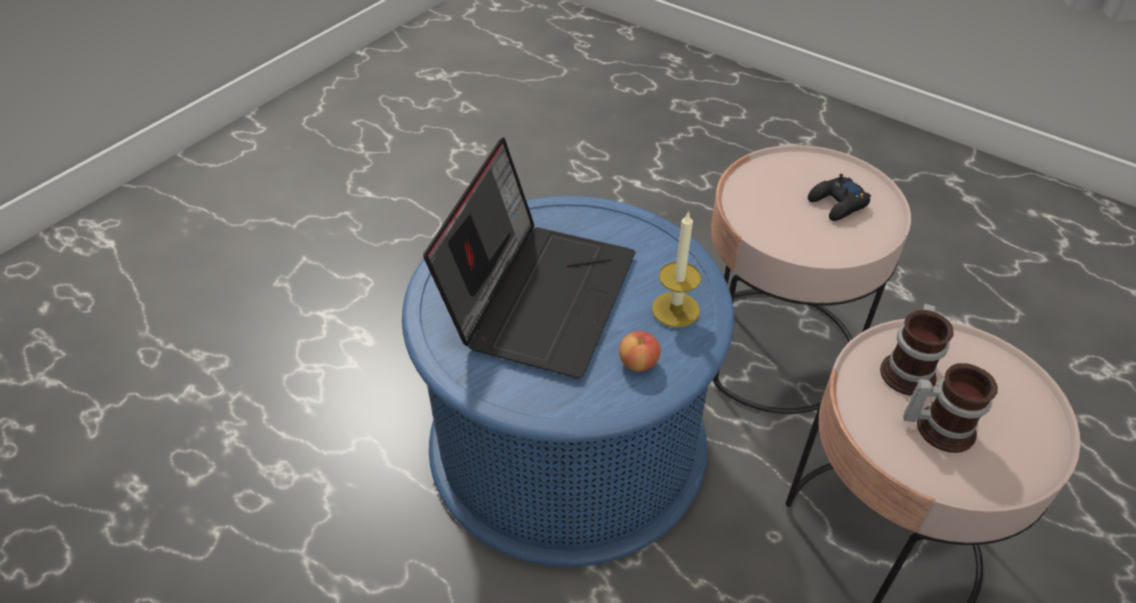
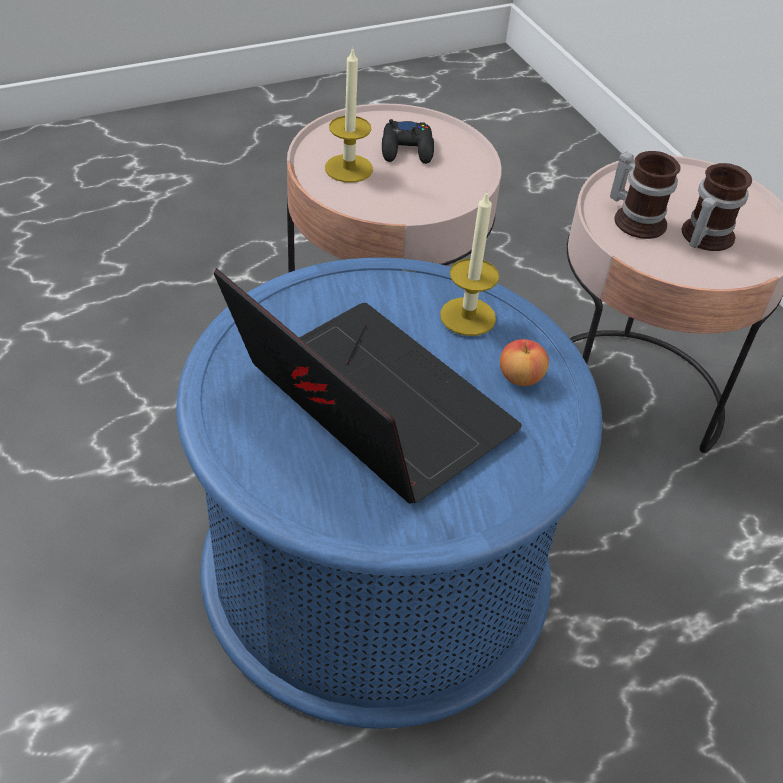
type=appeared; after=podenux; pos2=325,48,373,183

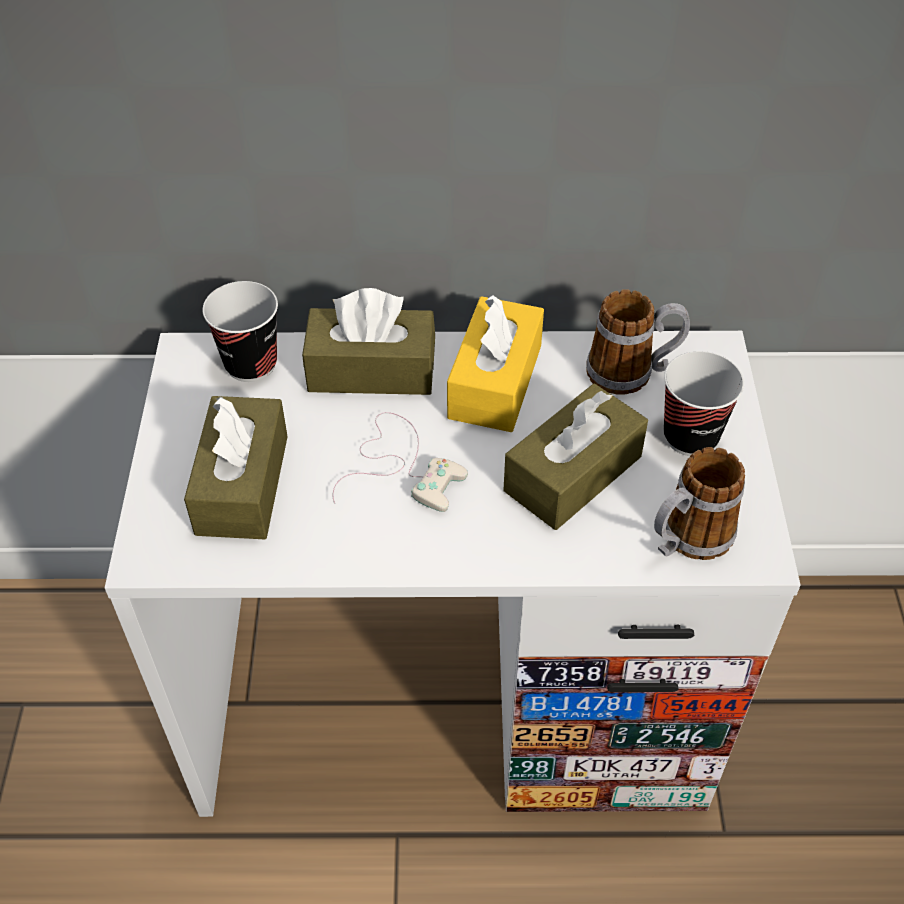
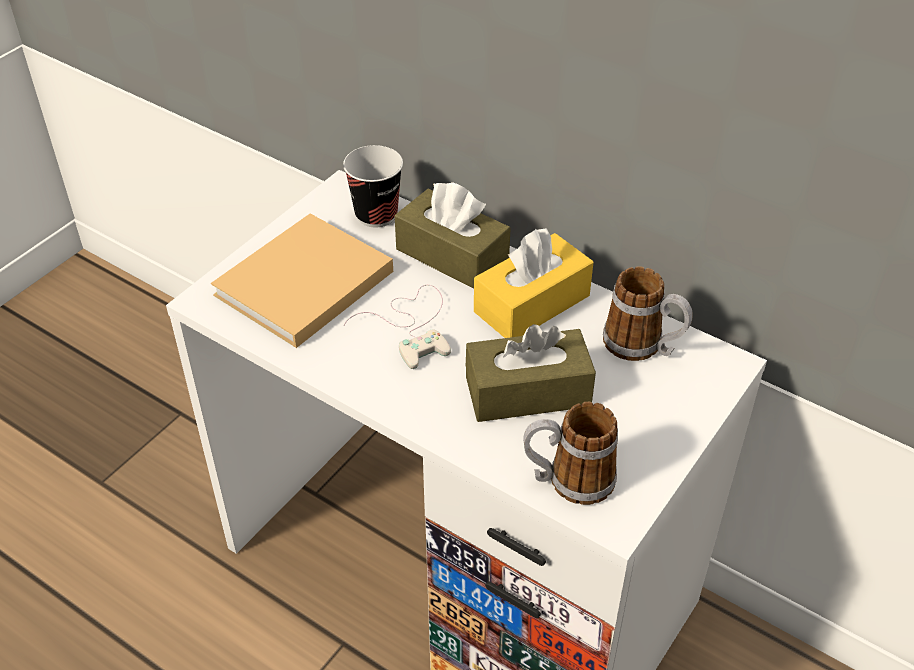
type=missing; before=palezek; pos1=664,351,744,456
type=exchanged; before=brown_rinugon; after=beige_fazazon; pos1=184,396,288,539; pos2=211,213,393,348

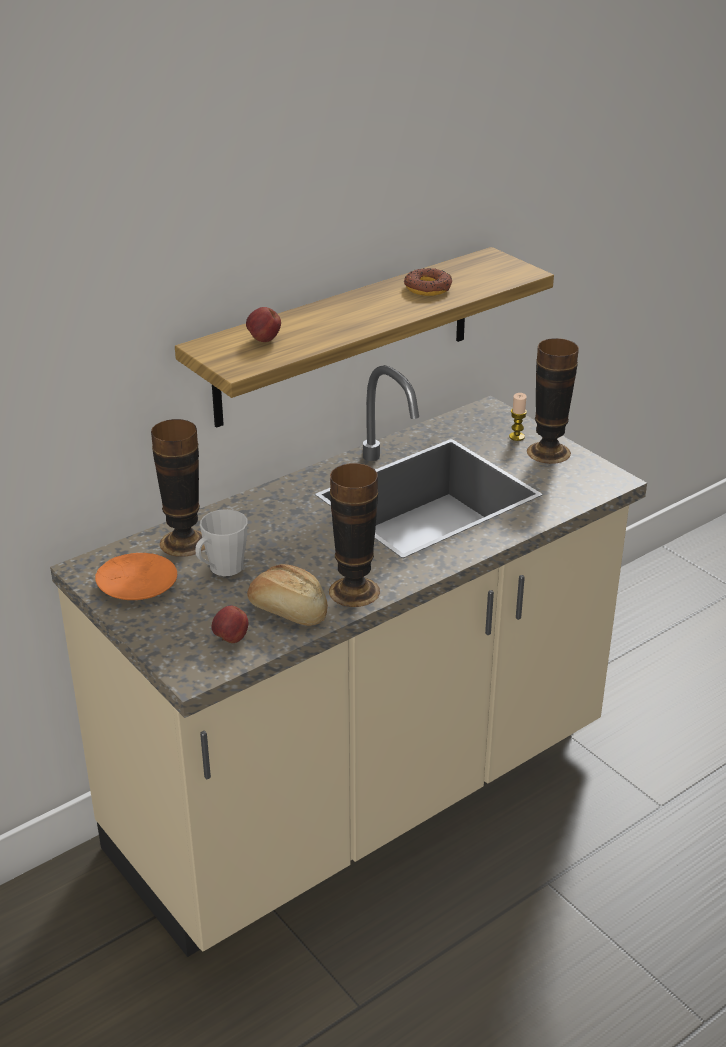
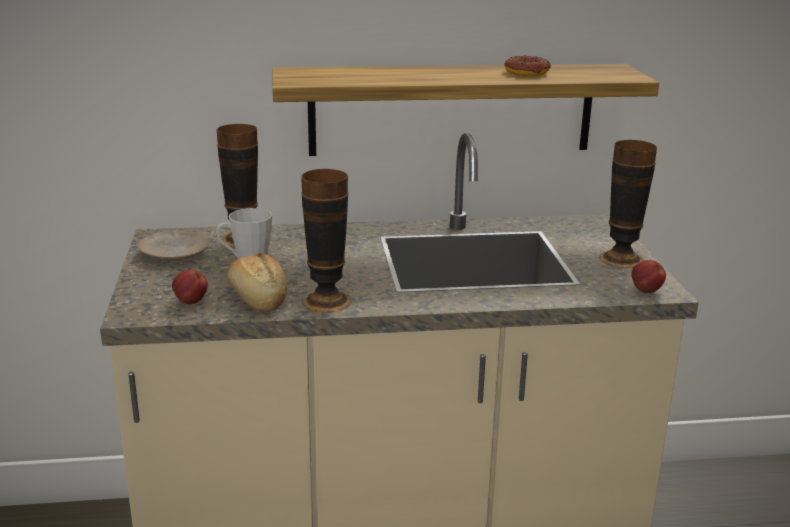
type=missing; before=podenux; pos1=509,393,527,441
type=relocated; before=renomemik; pos1=246,307,281,342; pos2=631,260,666,293
type=colour; before=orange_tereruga; after=beige_tereruga; pos1=95,553,177,600; pos2=138,230,209,261

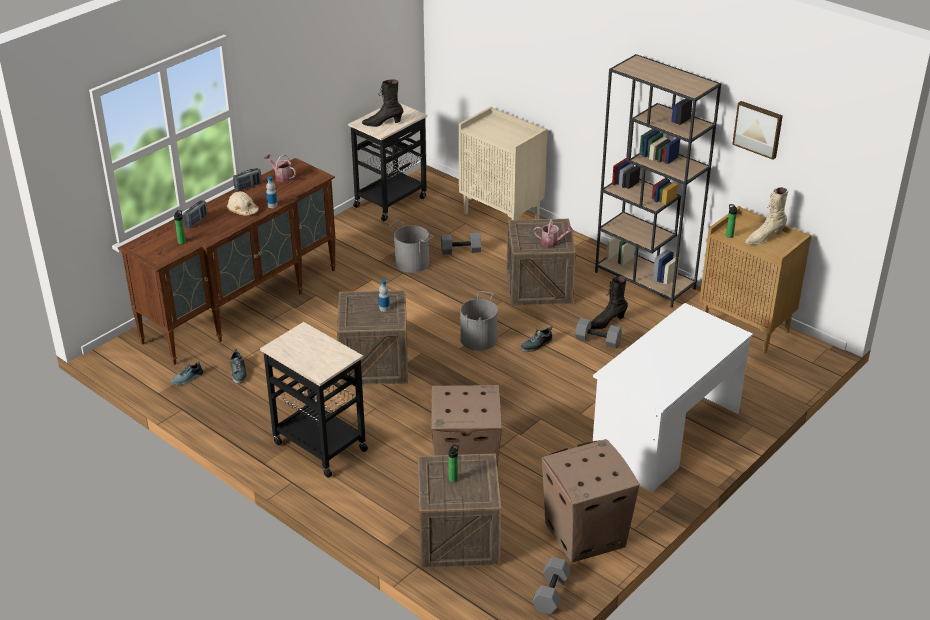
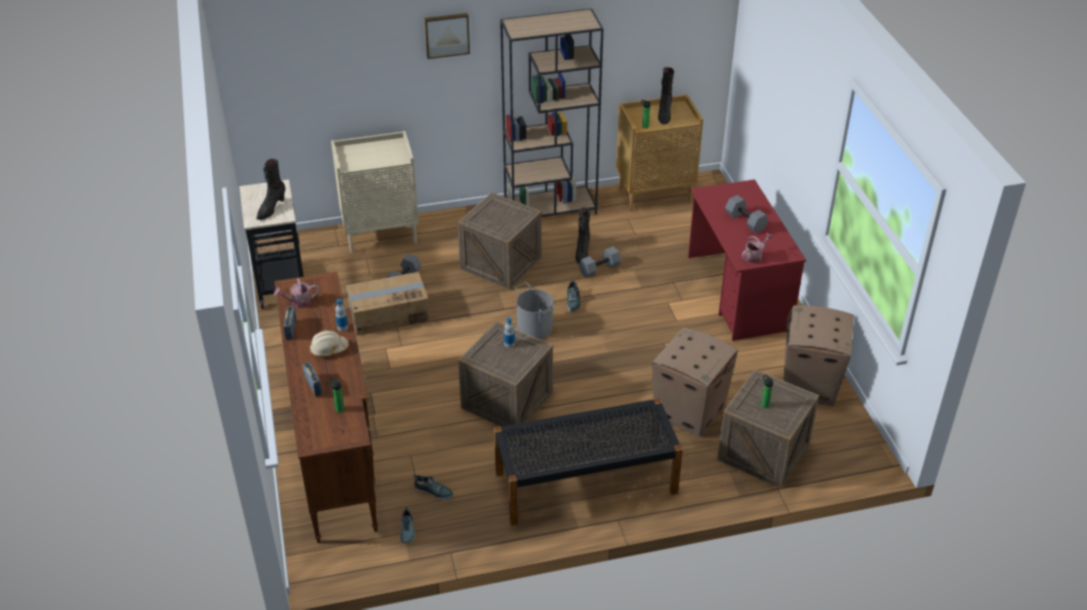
type=relocated; before=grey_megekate; pos1=532,557,571,614; pos2=725,195,769,233
type=relocated; before=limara; pos1=534,219,574,247; pos2=742,233,773,264
type=relocated; before=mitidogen; pos1=732,101,783,160; pos2=424,13,470,59
type=exchanged; before=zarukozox; after=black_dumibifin; pos1=260,322,368,478; pos2=494,398,683,526
type=exchanged; before=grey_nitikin; after=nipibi; pos1=389,221,434,273; pos2=346,272,429,336
type=colour; before=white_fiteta; after=red_fiteta; pos1=593,303,753,492; pos2=688,179,806,341
type=colour; before=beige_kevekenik; after=black_kevekenik; pos1=745,187,788,245; pos2=658,67,674,124

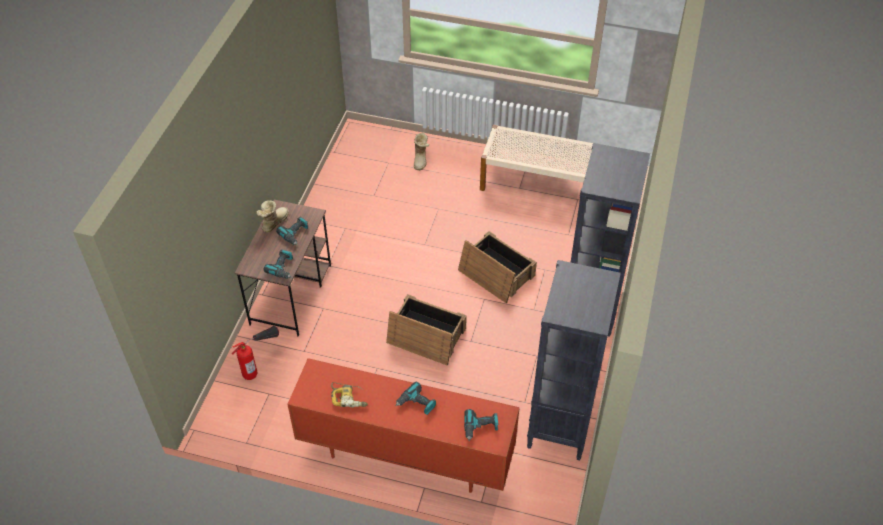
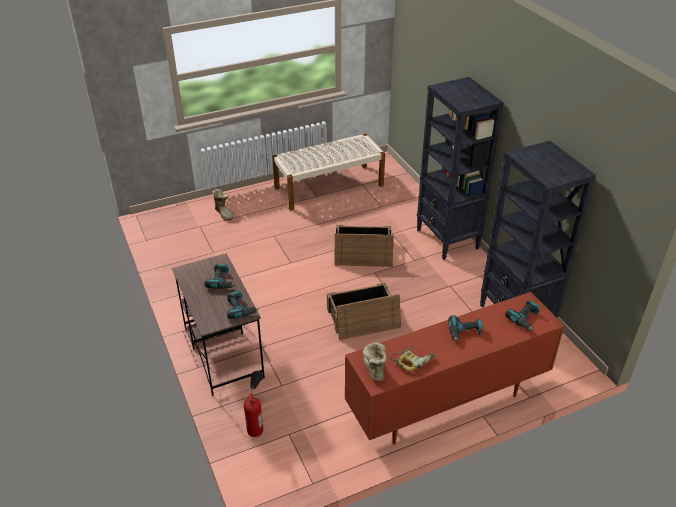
type=relocated; before=kevekenik; pos1=256,200,289,232; pos2=363,342,386,381

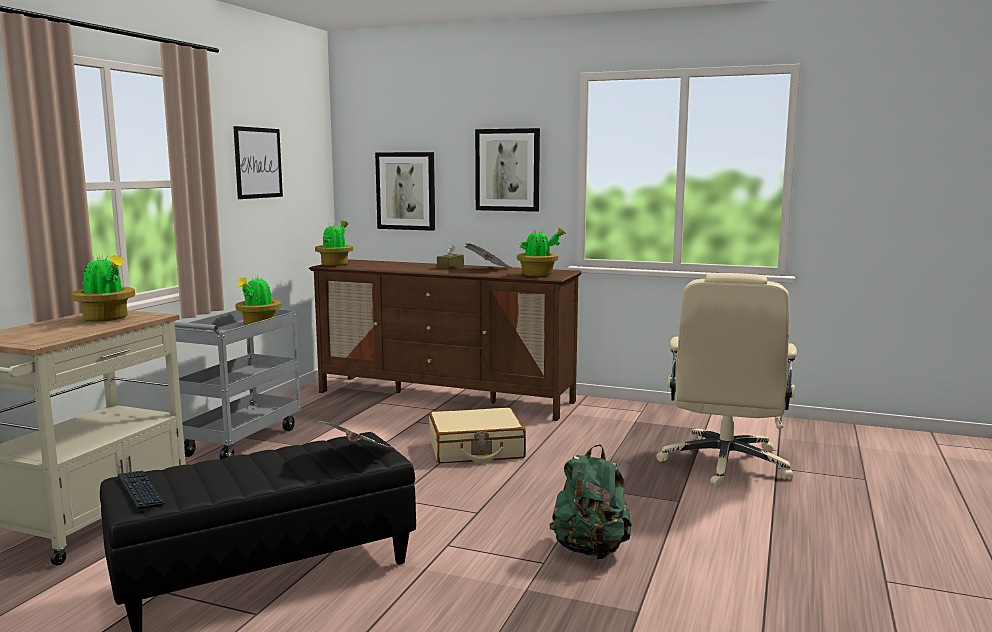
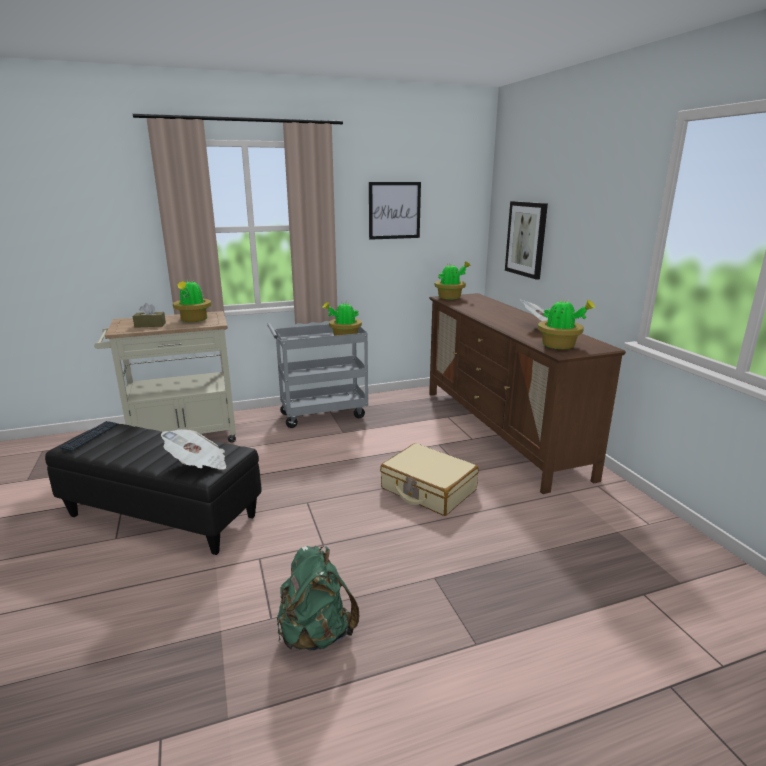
type=missing; before=mitidogen; pos1=475,128,540,212
type=missing; before=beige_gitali; pos1=656,273,797,487
type=relocated; before=brown_rinugon; pos1=437,244,464,269; pos2=133,303,166,328

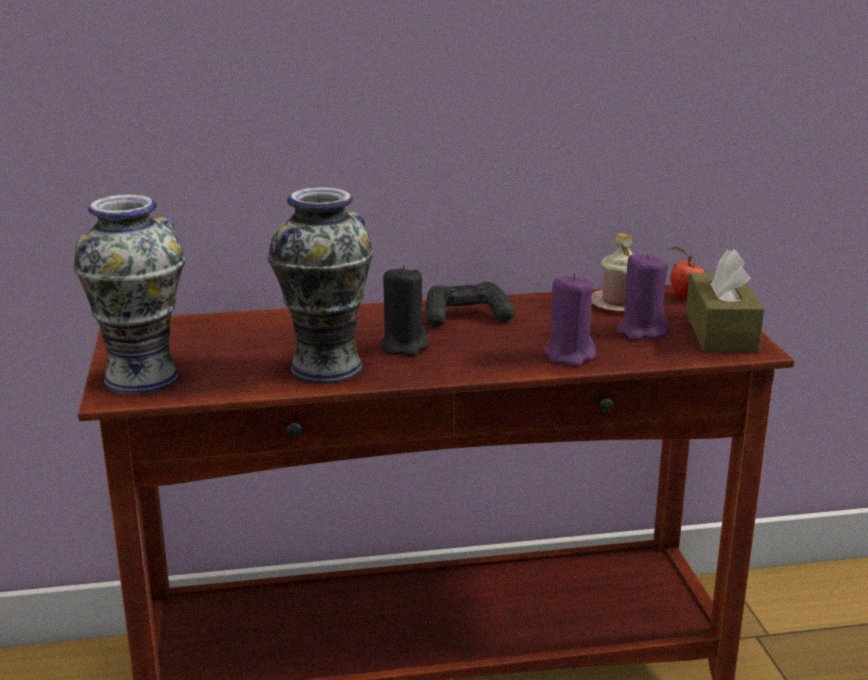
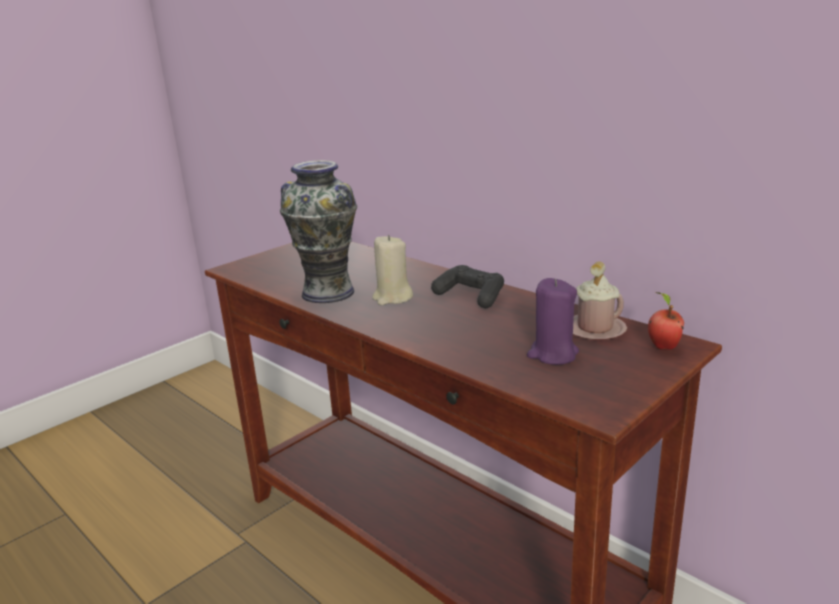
type=missing; before=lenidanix; pos1=73,195,186,395
type=missing; before=purple_podenux; pos1=545,273,596,367
type=missing; before=brown_rinugon; pos1=686,249,764,352
type=colour; before=black_podenux; after=beige_podenux; pos1=380,265,429,356; pos2=372,234,413,305

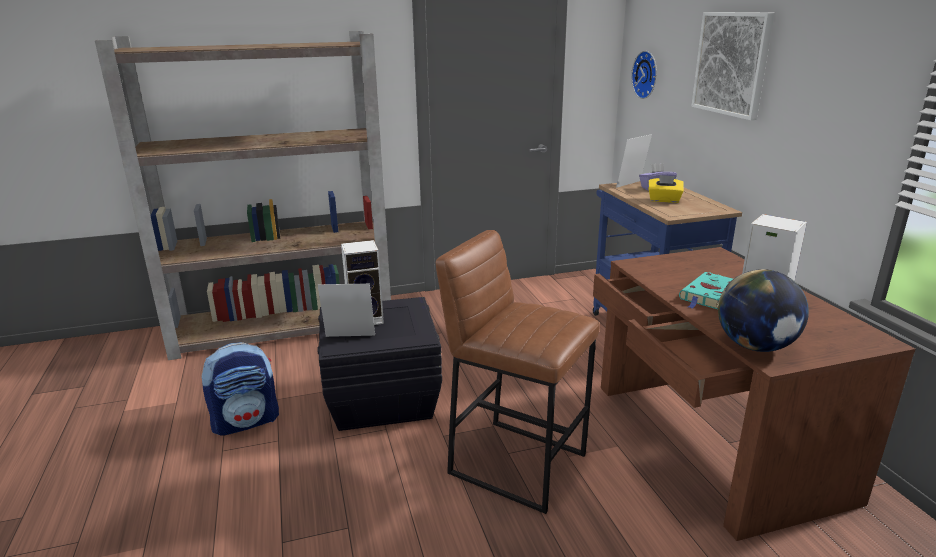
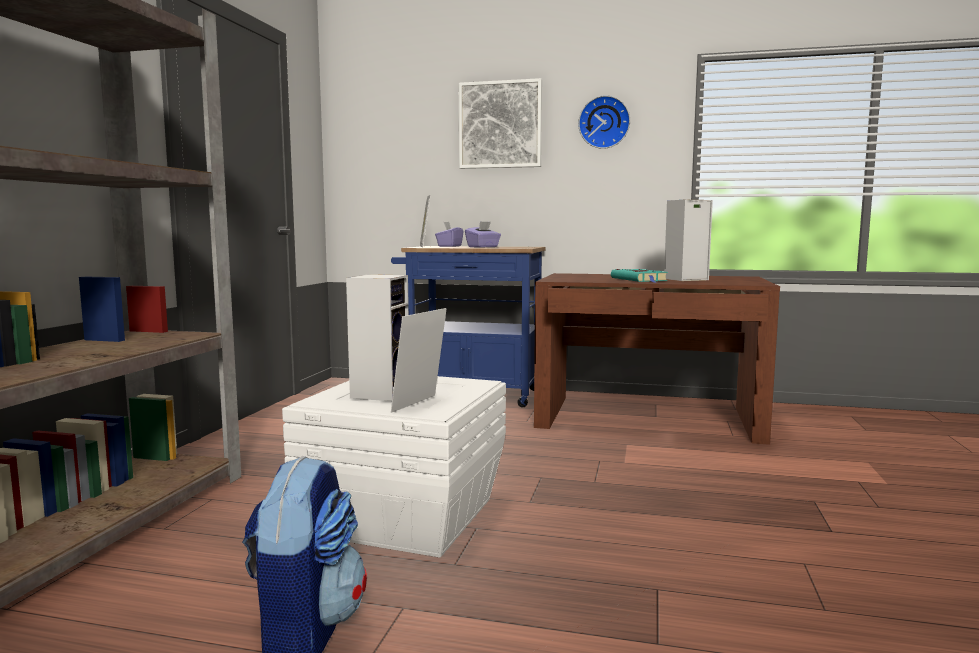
type=missing; before=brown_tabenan; pos1=436,230,600,514
type=missing; before=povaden; pos1=718,269,809,352
type=relocated; before=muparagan; pos1=631,51,657,99; pos2=578,95,630,149
type=colour; before=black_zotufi; after=white_zotufi; pos1=317,297,442,431; pos2=282,376,506,558
type=colour; before=yellow_rinugon; after=purple_rinugon; pos1=648,175,684,203; pos2=465,221,501,248

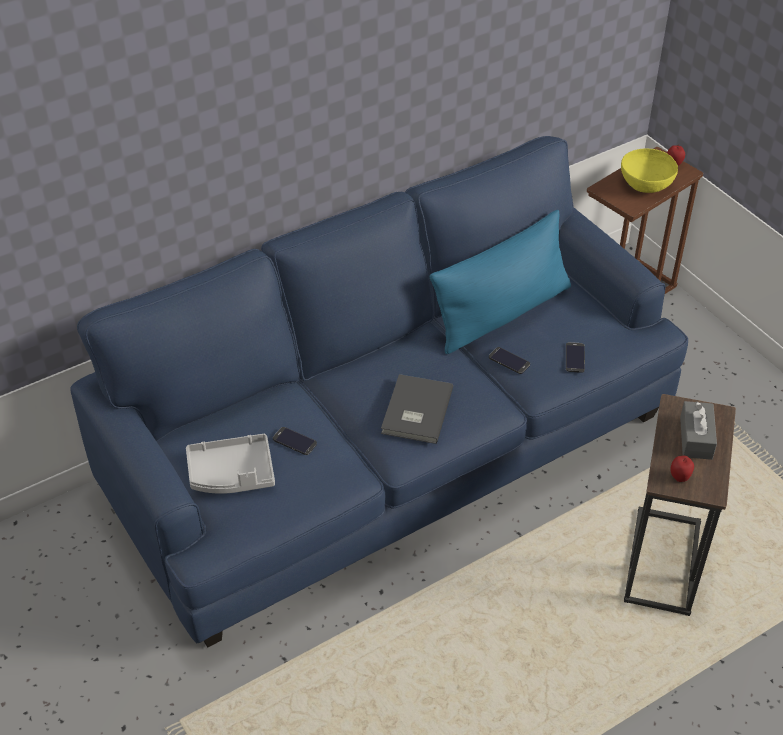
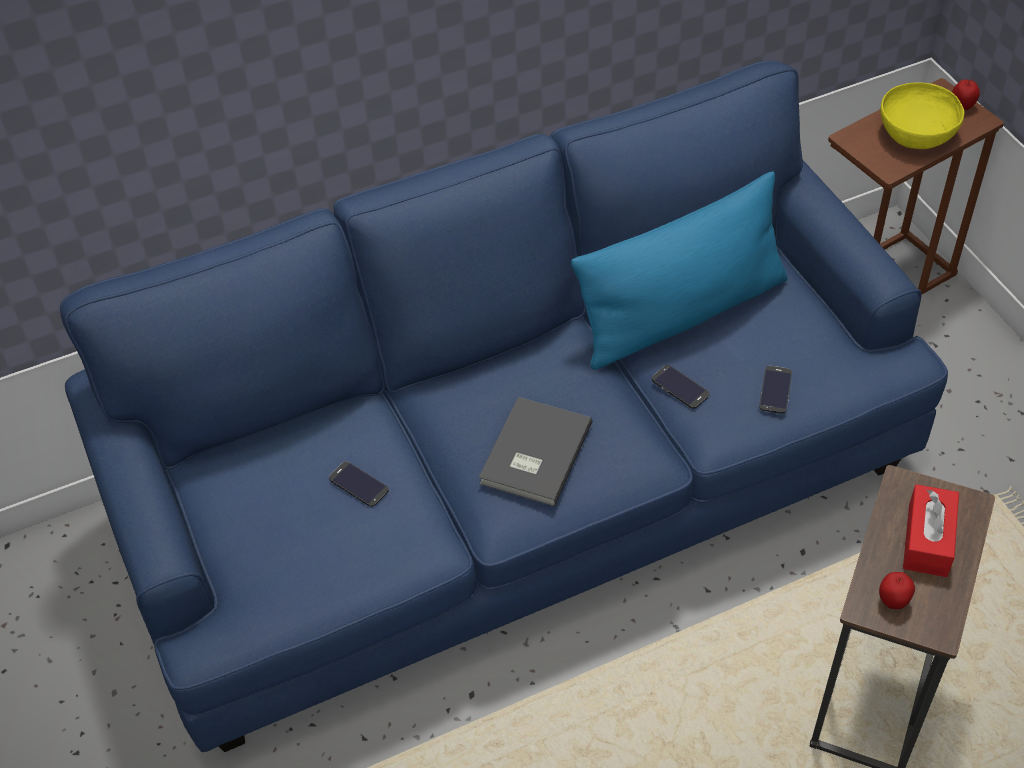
type=missing; before=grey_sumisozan; pos1=186,434,275,494
type=colour; before=grey_rinugon; after=red_rinugon; pos1=680,401,717,460; pos2=903,484,959,577

